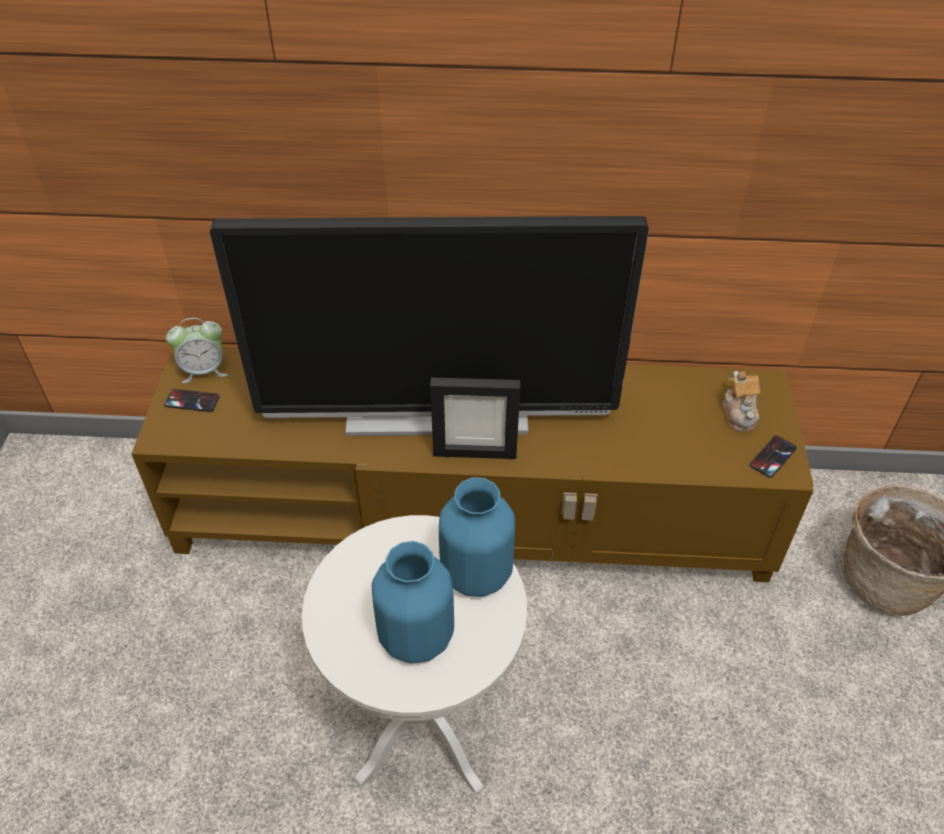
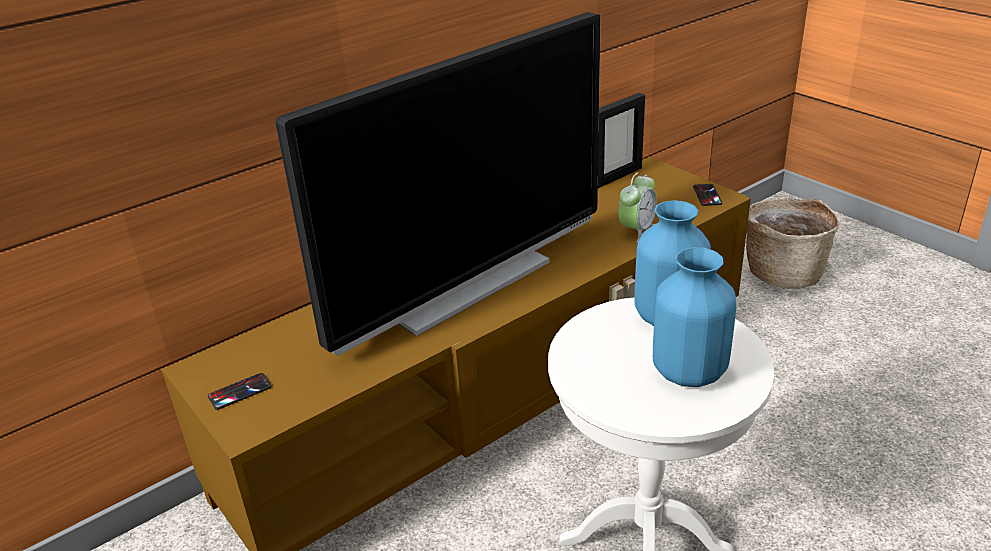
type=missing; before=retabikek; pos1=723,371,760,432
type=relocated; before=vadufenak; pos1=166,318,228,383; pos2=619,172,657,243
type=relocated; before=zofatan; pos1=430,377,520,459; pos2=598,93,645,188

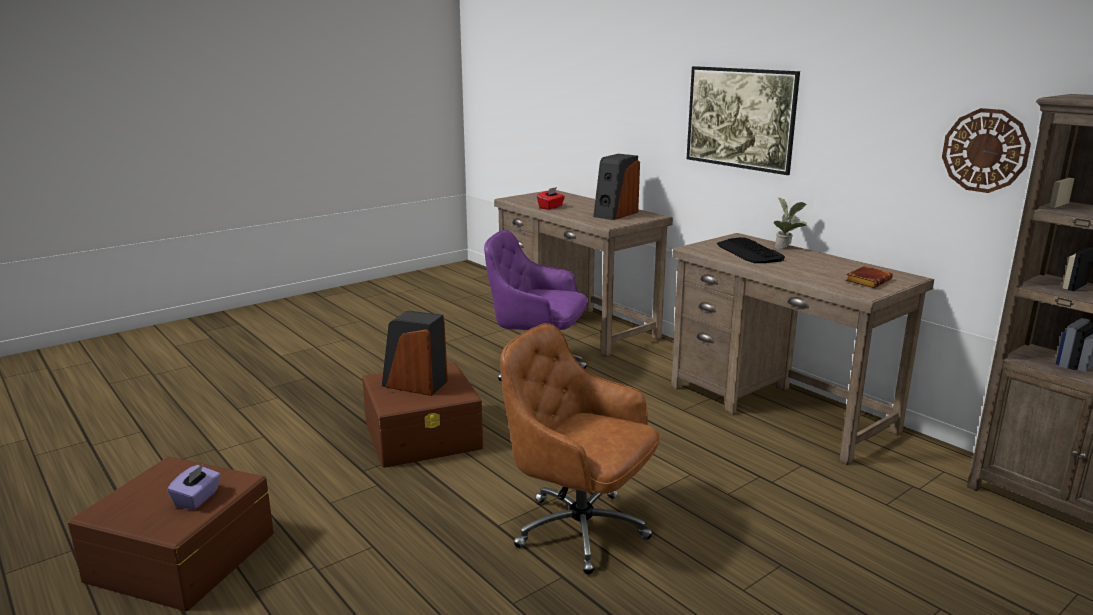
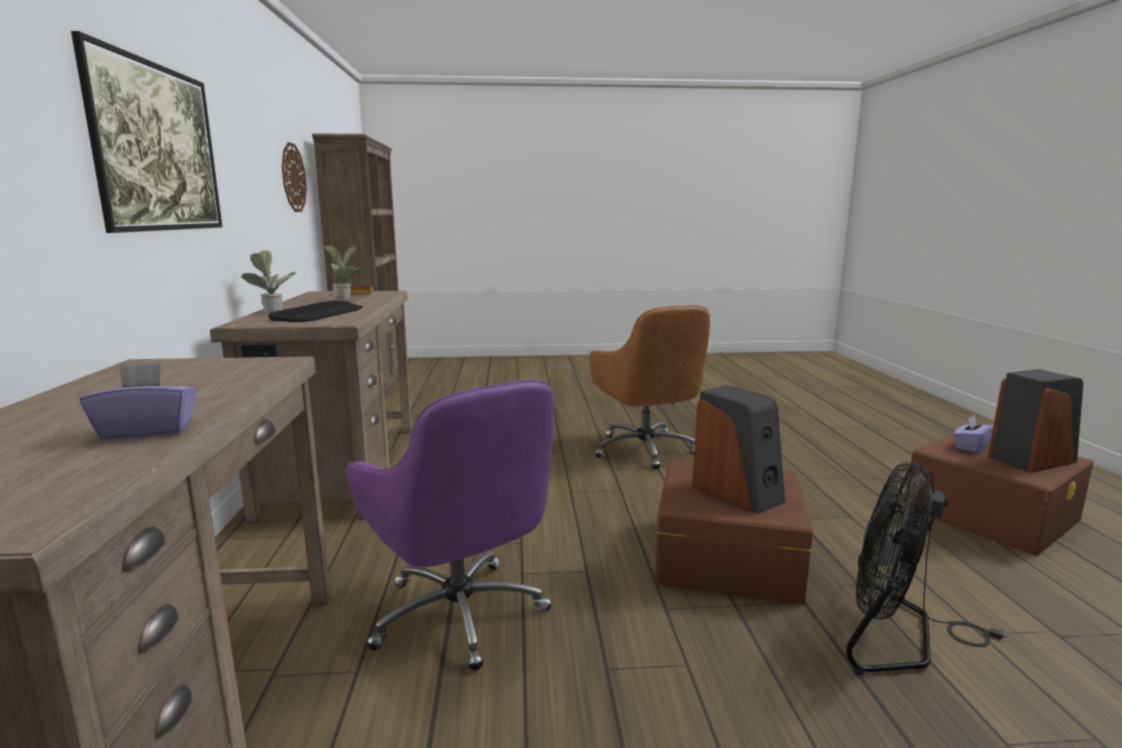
type=appeared; after=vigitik; pos2=325,245,364,301
type=appeared; after=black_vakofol; pos2=846,462,1007,676
type=relocated; before=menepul; pos1=593,154,640,220; pos2=988,369,1083,473
type=colour; before=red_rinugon; after=purple_rinugon; pos1=537,187,565,210; pos2=80,363,197,440

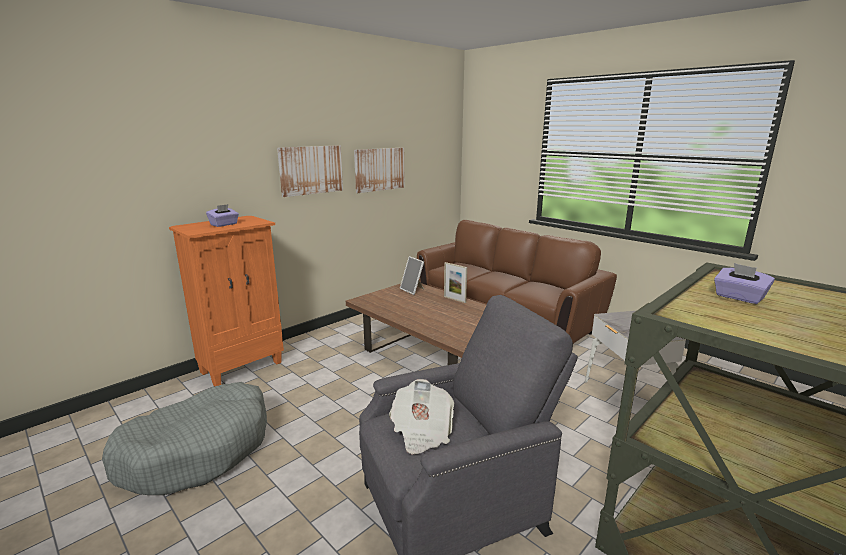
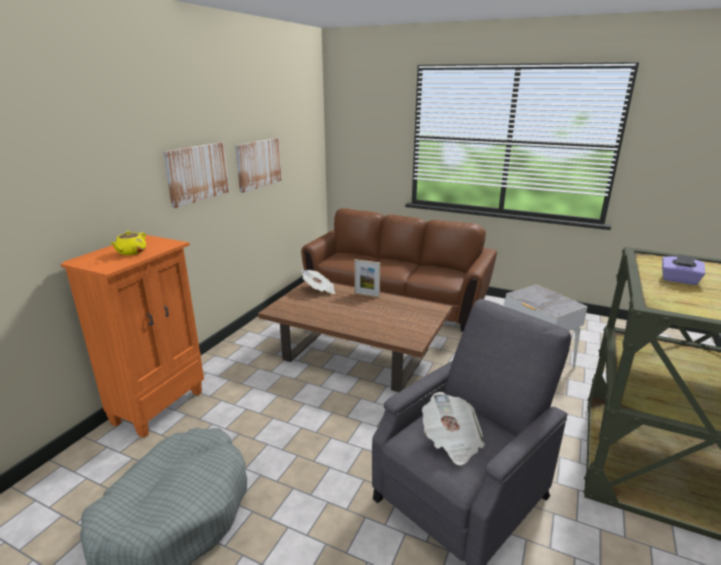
type=exchanged; before=purple_rinugon; after=yellow_retabikek; pos1=206,204,239,227; pos2=111,231,146,255
type=exchanged; before=zofatan; after=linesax; pos1=400,256,424,295; pos2=301,270,335,294

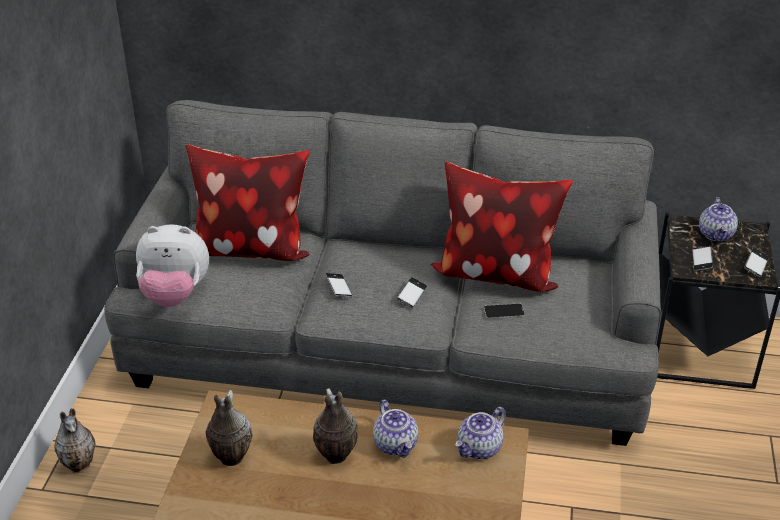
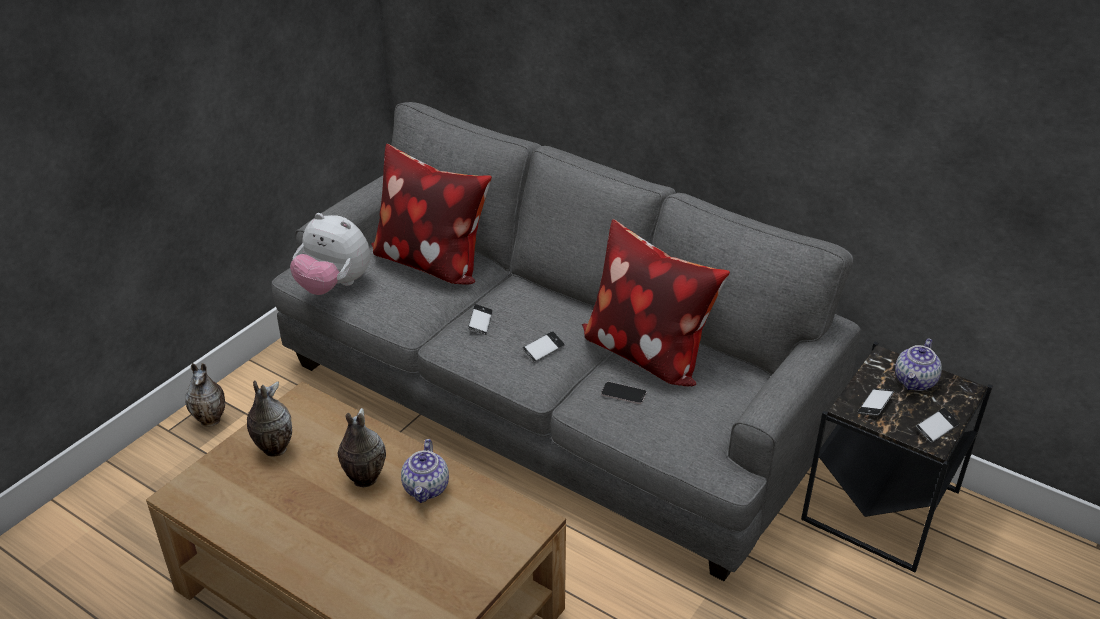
type=missing; before=retabikek; pos1=455,407,506,459

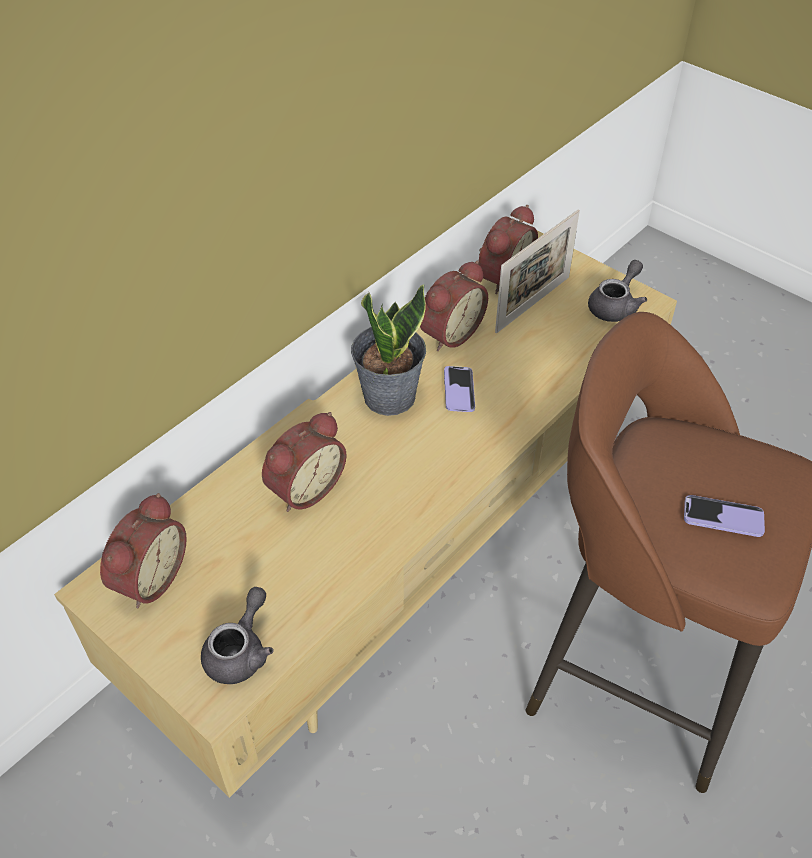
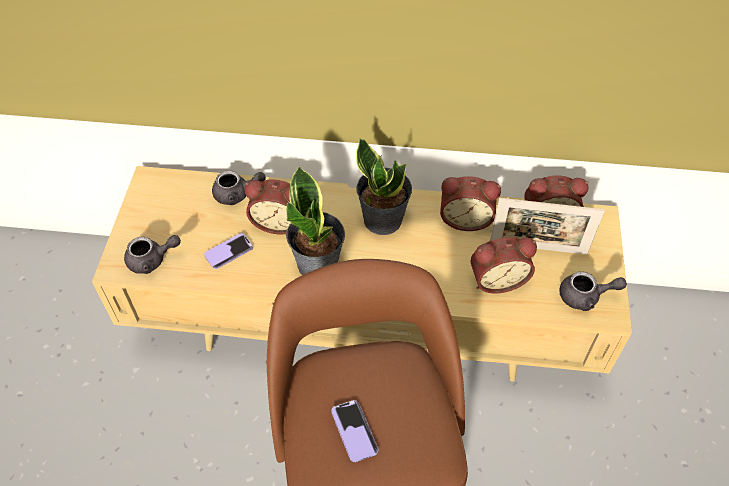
type=appeared; after=grey_retabikek; pos2=212,170,266,205
type=appeared; after=vigitik; pos2=286,166,345,275
type=relocated; before=vadufenak; pos1=100,493,187,608; pos2=471,237,537,294
type=relocated; before=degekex; pos1=444,366,475,412; pos2=204,233,253,269

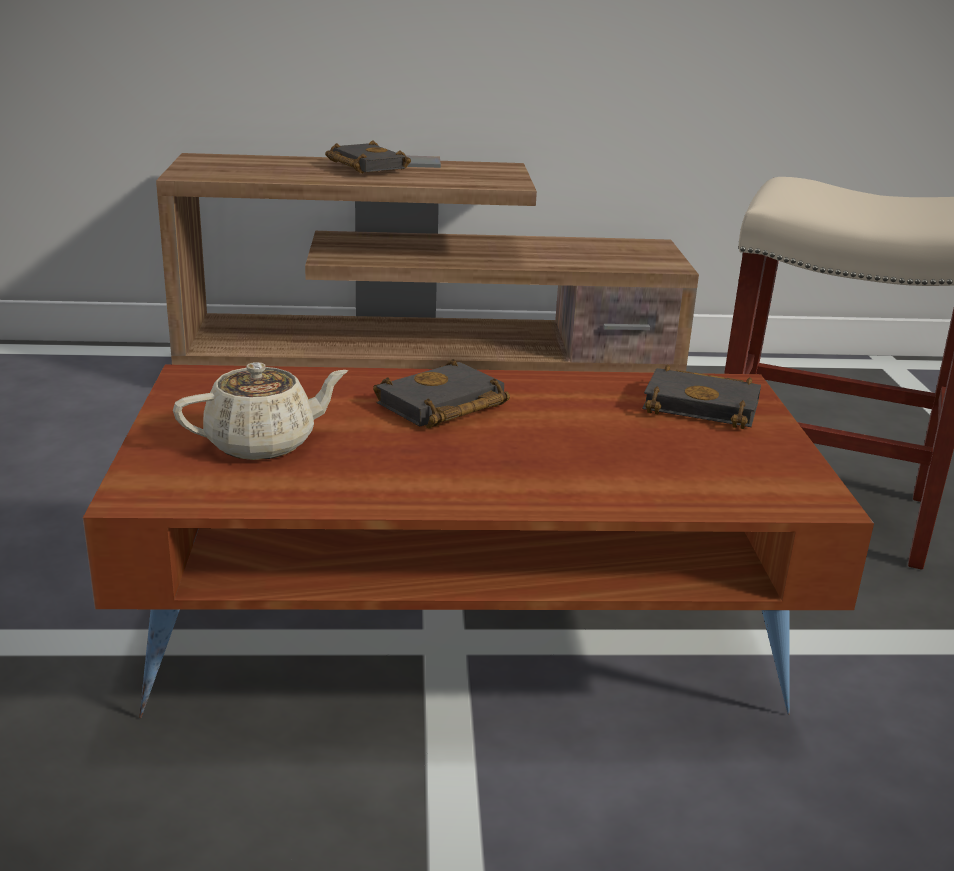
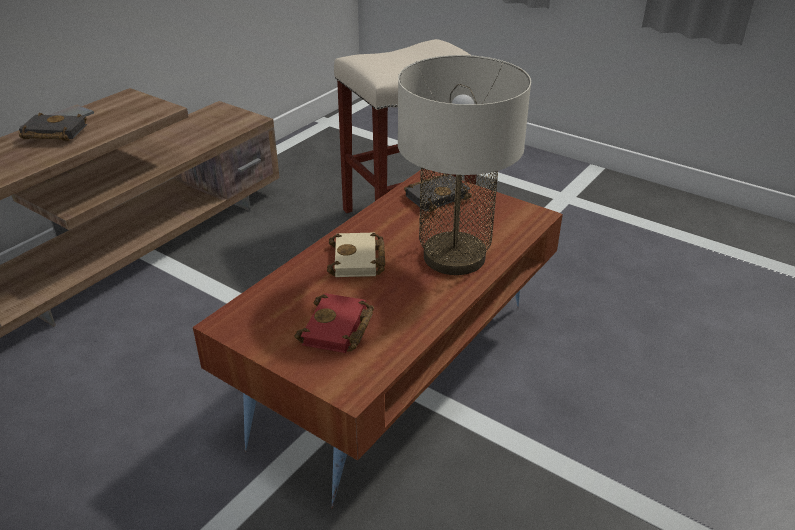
type=appeared; after=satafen; pos2=398,55,531,275
type=exchanged; before=beige_retabikek; after=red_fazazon; pos1=173,362,348,460; pos2=294,293,374,353
type=colour; before=black_fazazon; after=beige_fazazon; pos1=373,359,510,428; pos2=327,233,385,277

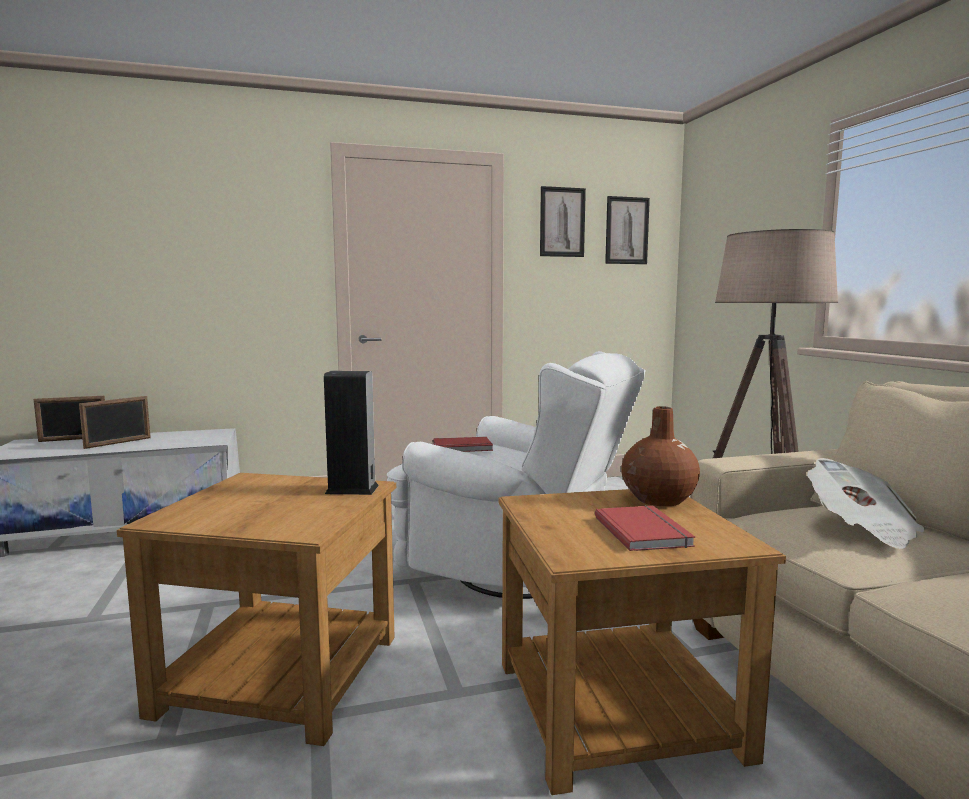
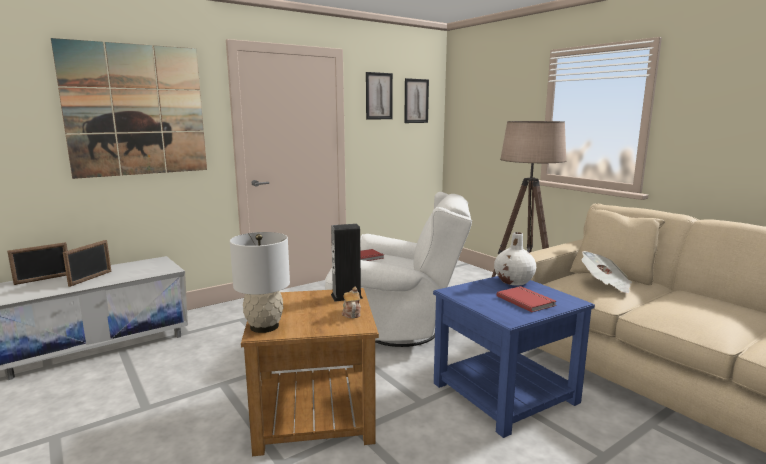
type=appeared; after=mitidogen; pos2=51,38,207,179
type=appeared; after=white_satafen; pos2=230,232,290,333
type=appeared; after=retabikek; pos2=342,287,361,318
type=colour; before=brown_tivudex; after=blue_tivudex; pos1=499,489,786,795; pos2=433,276,595,438
type=colour; before=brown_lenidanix; after=white_lenidanix; pos1=621,406,700,506; pos2=494,232,536,285

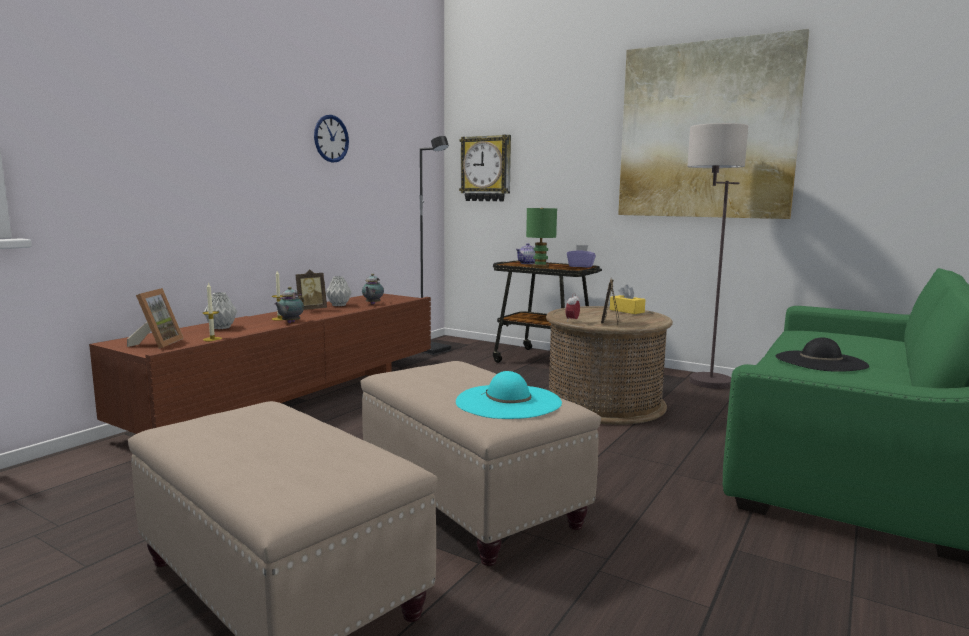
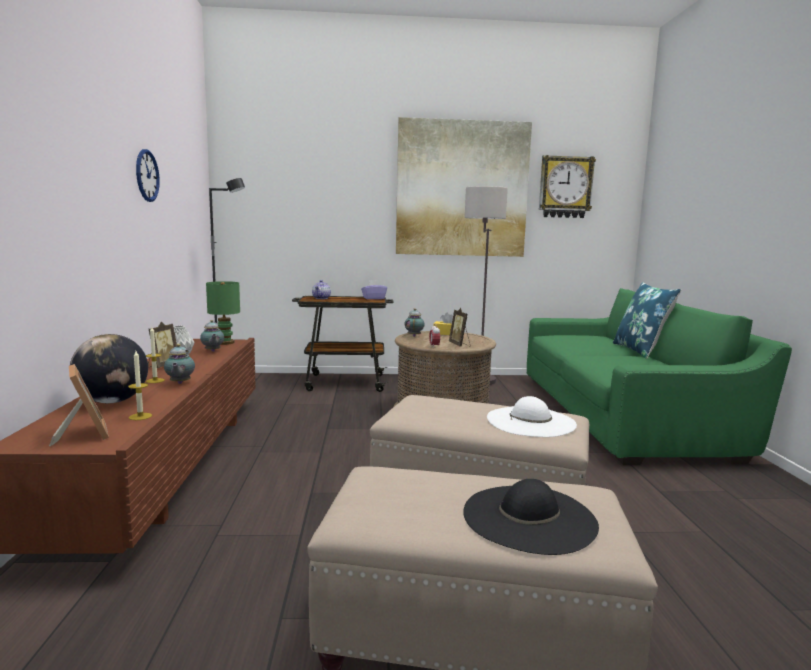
type=appeared; after=retabikek; pos2=405,308,425,337
type=appeared; after=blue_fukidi; pos2=613,282,681,359
type=relocated; before=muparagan; pos1=459,135,511,201; pos2=539,155,596,218
type=relocated; before=green_satafen; pos1=526,208,557,268; pos2=206,281,240,345
type=relocated; before=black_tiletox; pos1=775,337,869,372; pos2=463,479,599,555
type=exchanged; before=grey_lenidanix; after=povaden; pos1=204,292,237,329; pos2=70,334,148,403
type=colour; before=turquoise_tiletox; after=white_tiletox; pos1=456,371,562,419; pos2=487,396,577,437

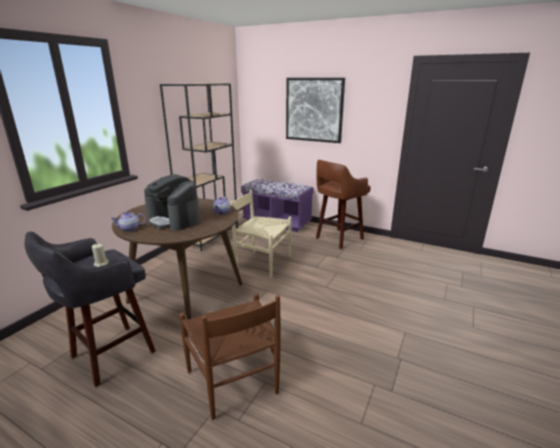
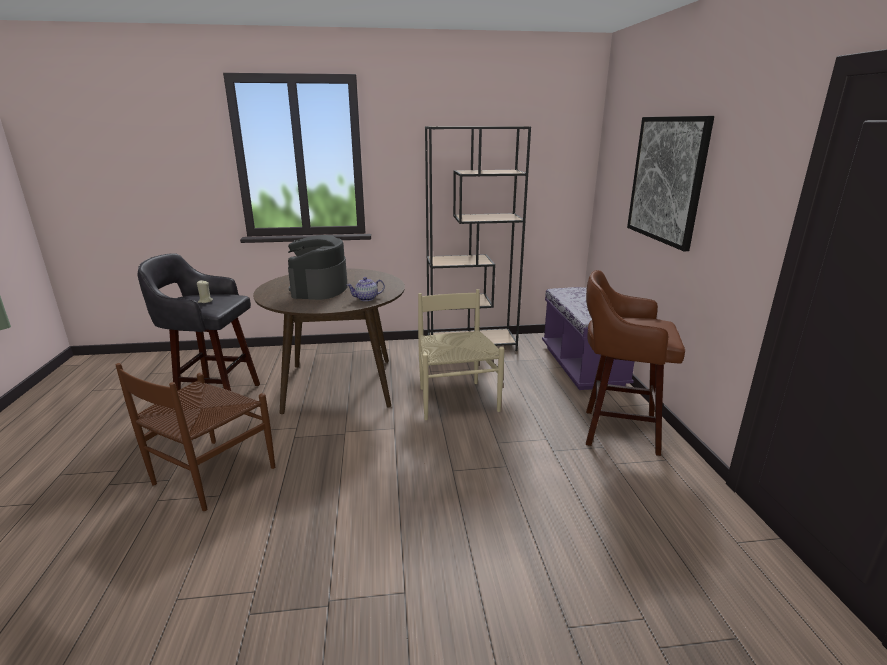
type=missing; before=retabikek; pos1=110,211,146,232

